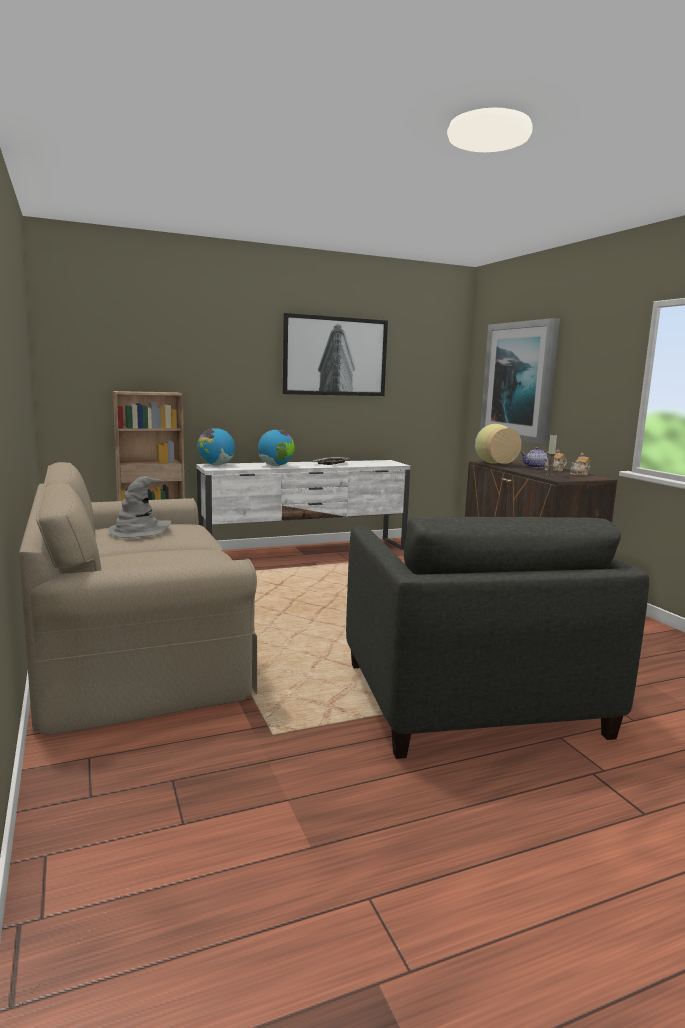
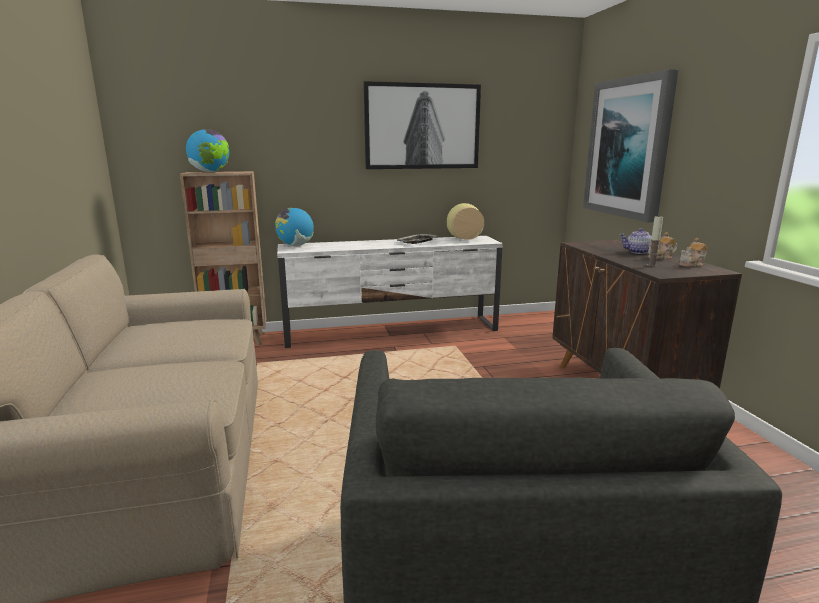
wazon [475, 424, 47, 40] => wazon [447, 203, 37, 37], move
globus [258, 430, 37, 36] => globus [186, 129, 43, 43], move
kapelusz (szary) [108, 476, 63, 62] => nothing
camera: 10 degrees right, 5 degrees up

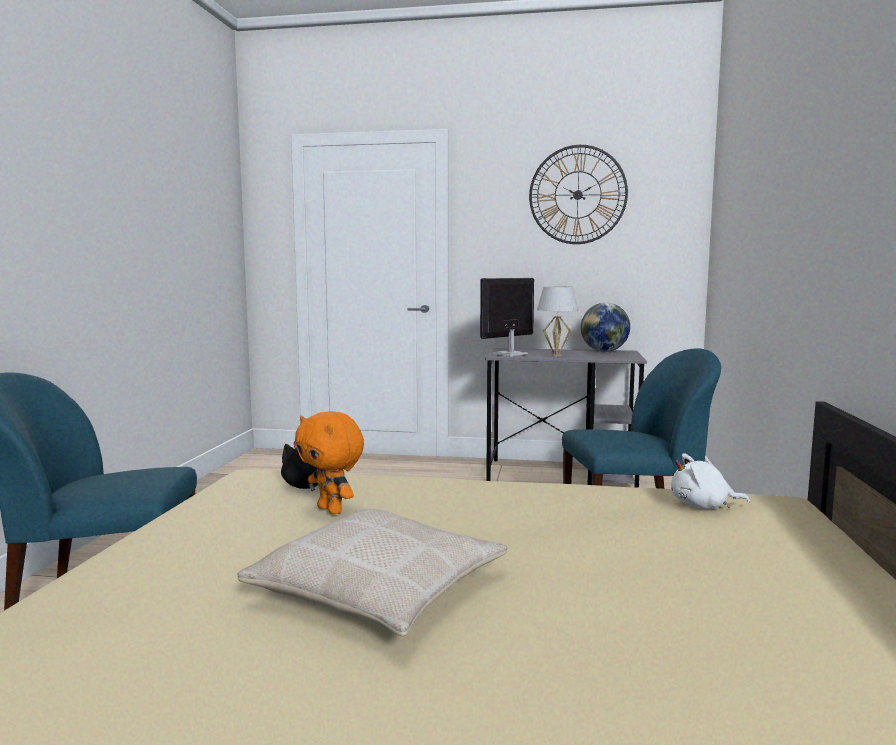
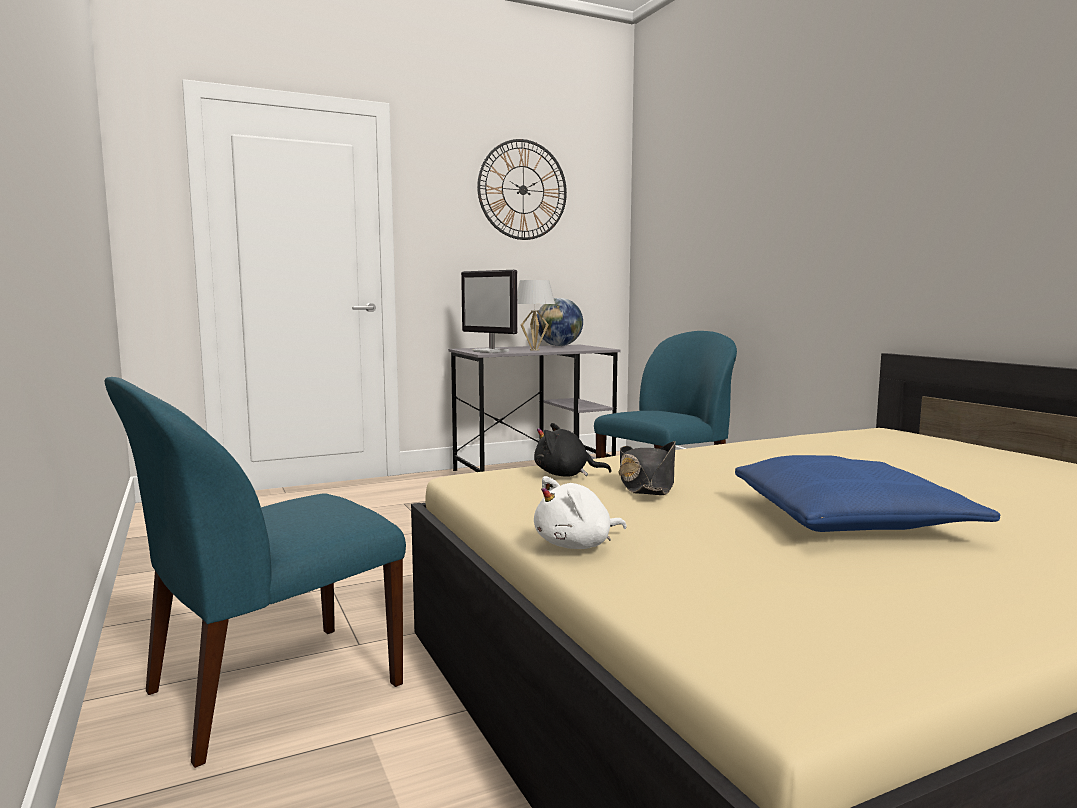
monitor [480, 278, 54, 79] => monitor [461, 270, 57, 83], 60 degrees counterclockwise
pluszak (pomarańczowy) [295, 411, 69, 104] => kapelusz (czarny) [618, 441, 58, 54]
pluszak (biały) [671, 453, 79, 56] => pluszak (biały) [534, 476, 92, 73], move
poduszka (beżowy) [238, 509, 269, 127] => poduszka (niebieski) [735, 455, 265, 77]
camera: 35 degrees left, 0 degrees up

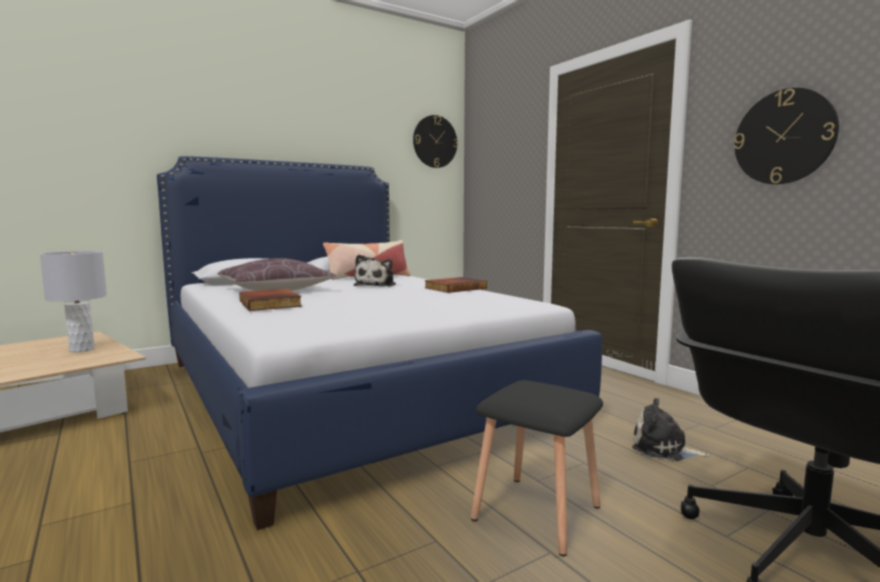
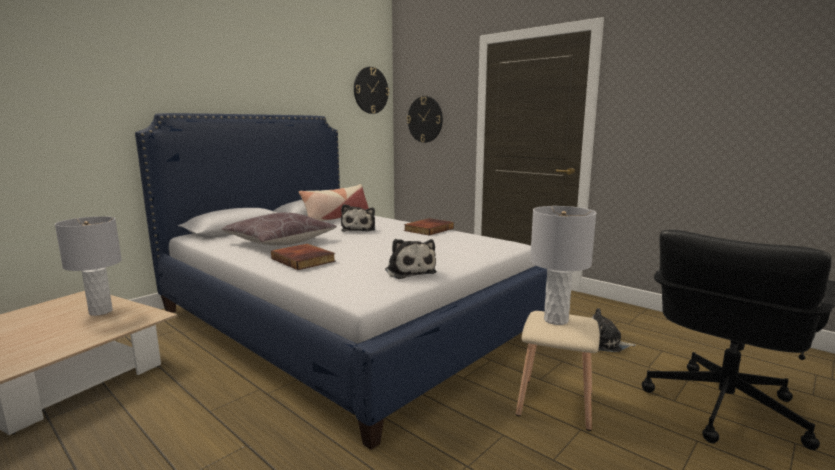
zegar ścienny [734, 88, 105, 96] => zegar ścienny [407, 96, 36, 47], move
stołek (czarny) [471, 380, 132, 176] => stołek (beżowy) [516, 311, 84, 120]
nothing => lampa stołowa (szary) [530, 206, 66, 119]
nothing => pluszak [385, 239, 52, 40]
camera: 15 degrees left, 5 degrees up

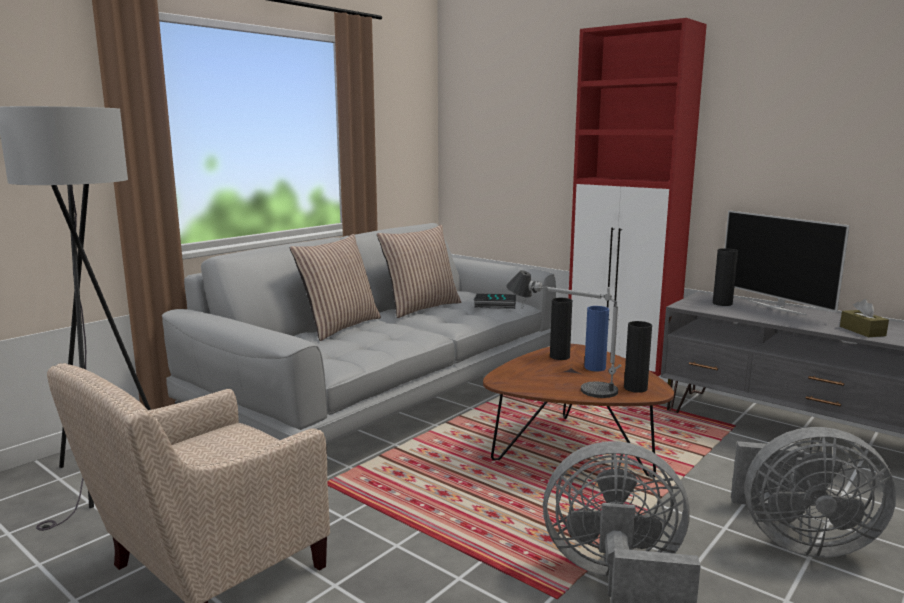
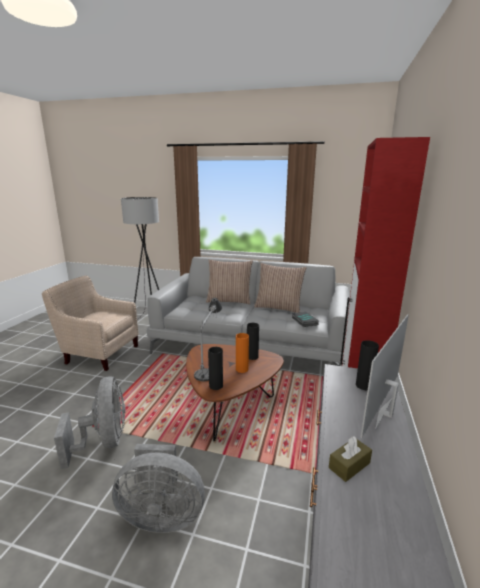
wazon (niebieski) [584, 306, 25, 65] => wazon (pomarańczowy) [236, 333, 13, 40]
wentylator (szary) [731, 427, 165, 131] => wentylator (szary) [112, 444, 93, 89], 75 degrees counterclockwise
camera: 65 degrees right, 5 degrees up

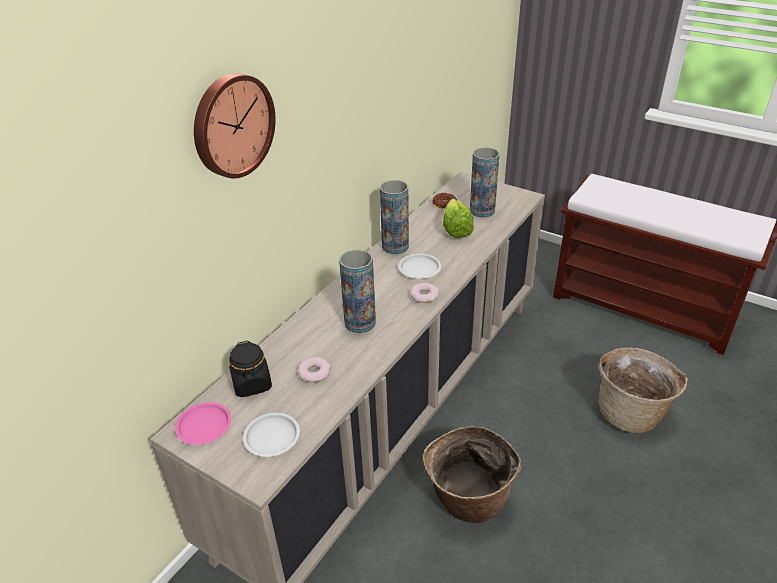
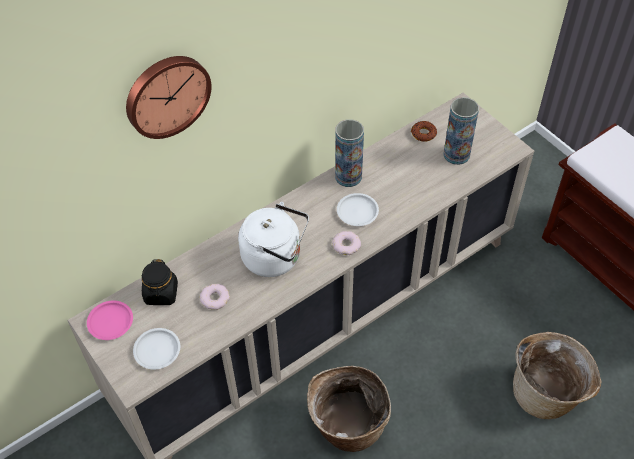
sałata [443, 199, 31, 39] => nothing
wazon [339, 250, 37, 83] => czajnik (biały) [238, 202, 71, 75]
camera: 20 degrees right, 15 degrees up

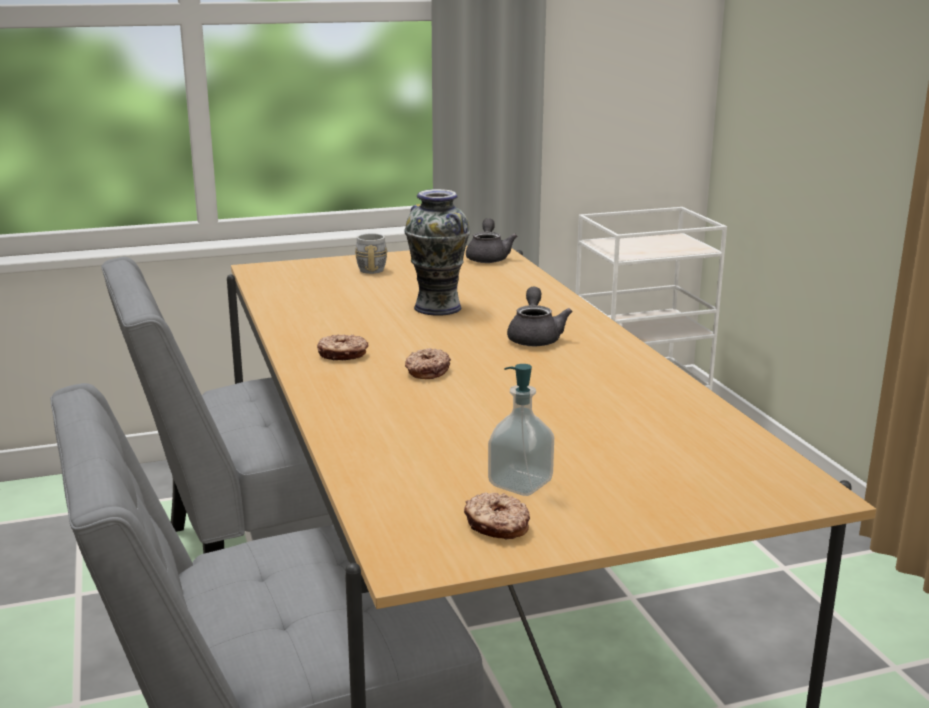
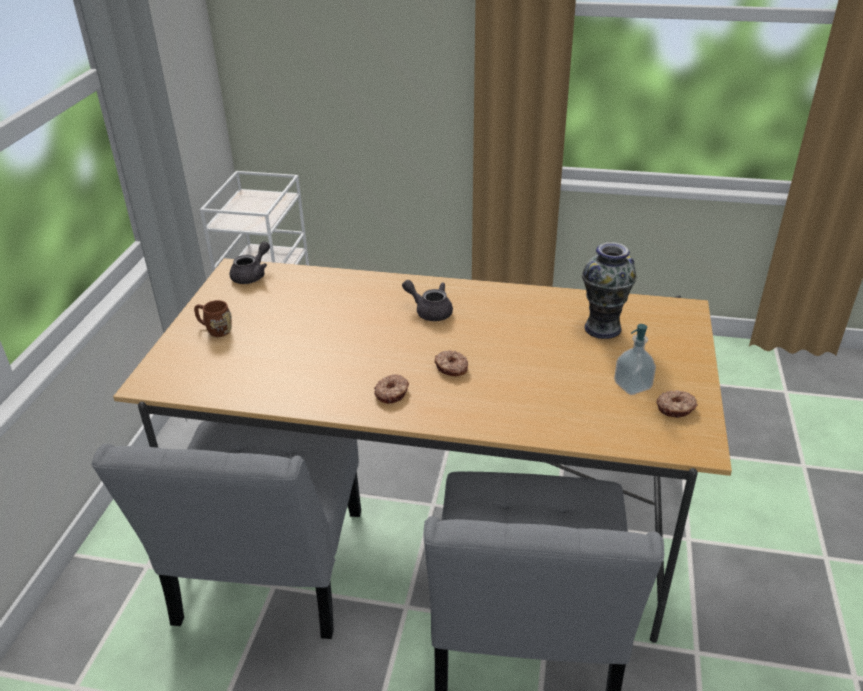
wazon [404, 189, 66, 127] => wazon [582, 242, 54, 97], move
imbryk (szary) [466, 218, 51, 45] => imbryk (szary) [230, 241, 40, 43], 90 degrees clockwise
kubek (szary) [355, 233, 32, 41] => kubek (brązowy) [194, 300, 38, 37]
camera: 60 degrees left, 15 degrees up

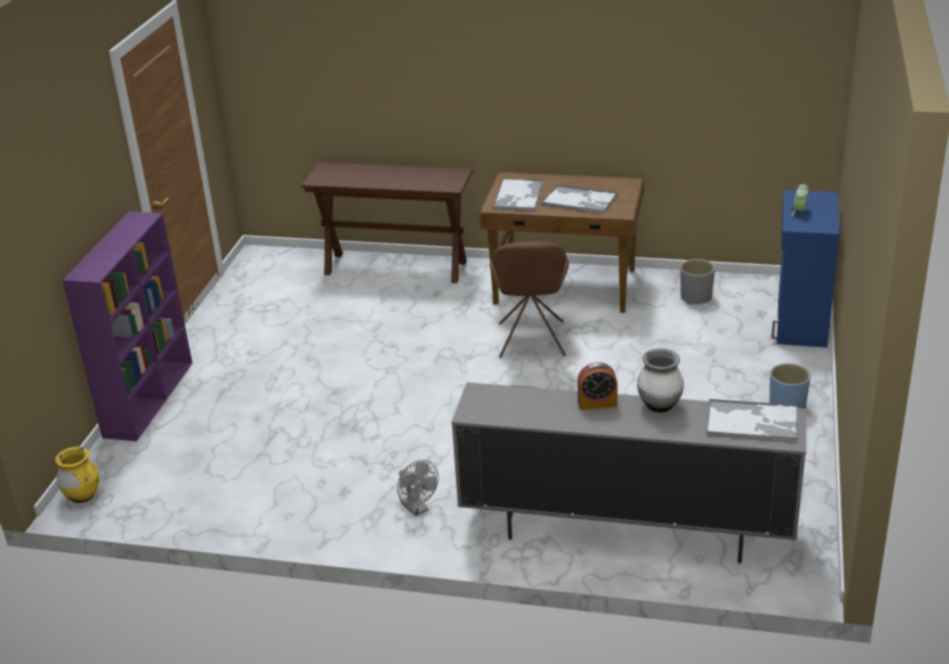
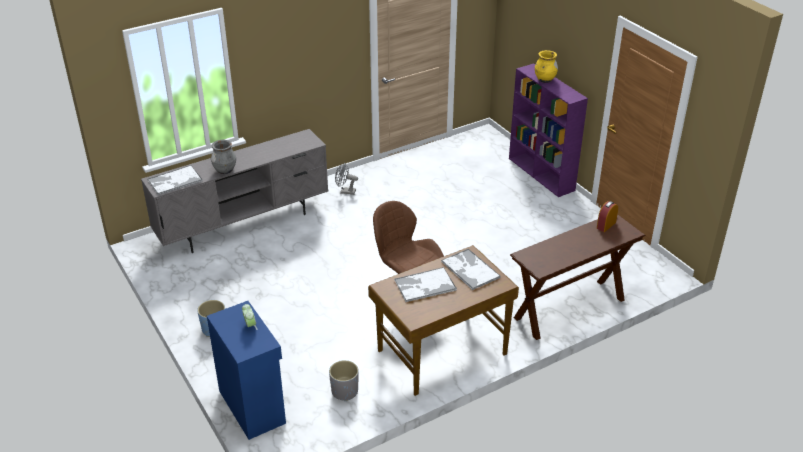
budzik [578, 362, 40, 48] => budzik [597, 201, 21, 31], move
wazon (żółty) [55, 447, 44, 56] => wazon (żółty) [535, 50, 23, 33], move
camera: 135 degrees right, 5 degrees up

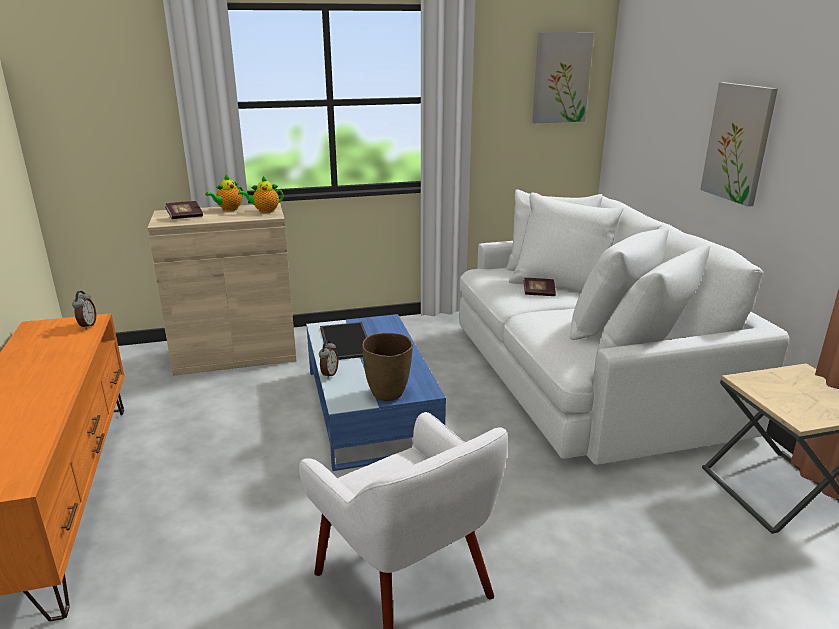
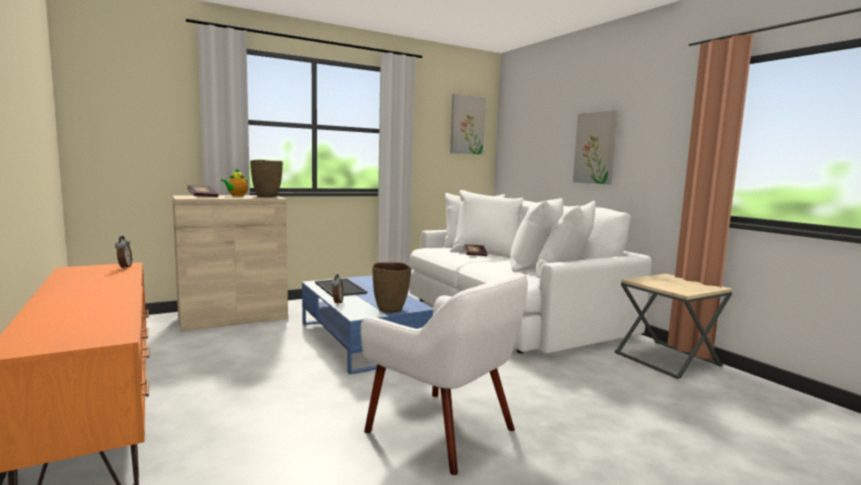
imbryk [238, 176, 46, 37] => wazon (brązowy) [250, 160, 33, 37]
camera: 15 degrees left, 15 degrees down

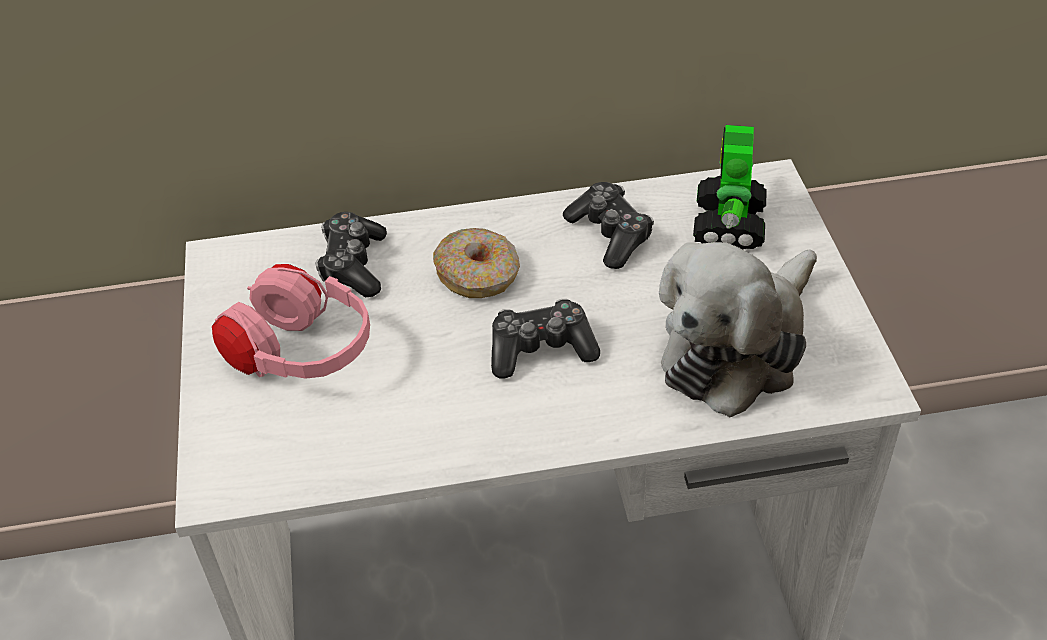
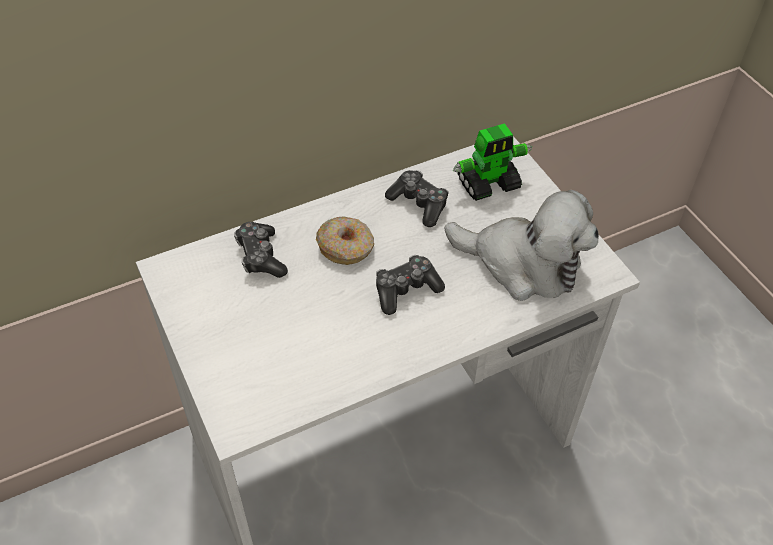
robot zabawkowy [693, 125, 74, 125] => robot zabawkowy [453, 123, 79, 78], 105 degrees counterclockwise
pluszak [659, 242, 158, 175] => pluszak [445, 190, 154, 111], 90 degrees counterclockwise
słuchawki (różowy) [212, 264, 158, 115] => nothing
camera: 20 degrees left, 5 degrees up

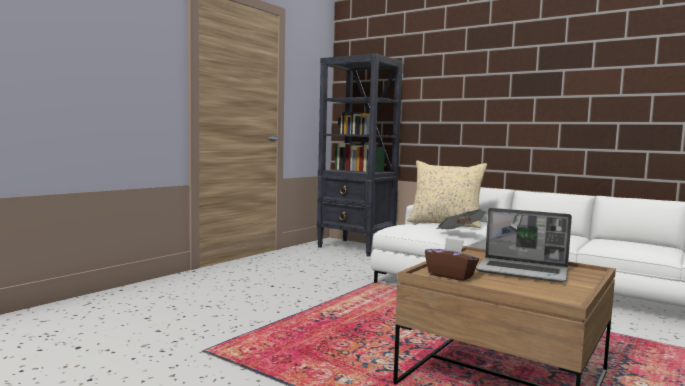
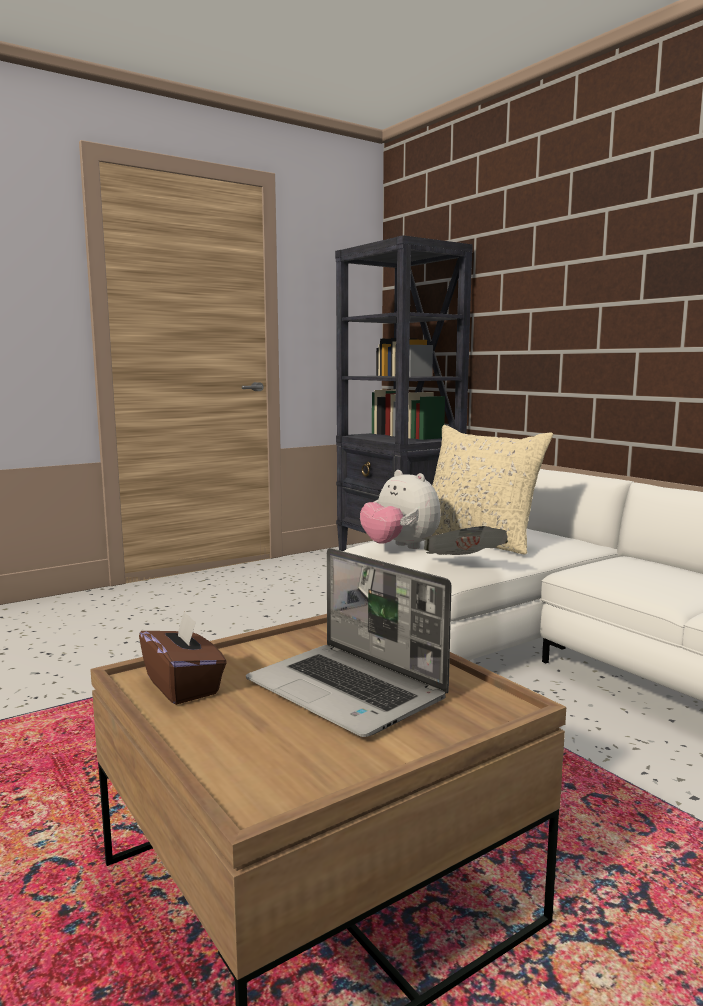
nothing => pluszak [360, 470, 81, 79]
camera: 20 degrees right, 5 degrees up

